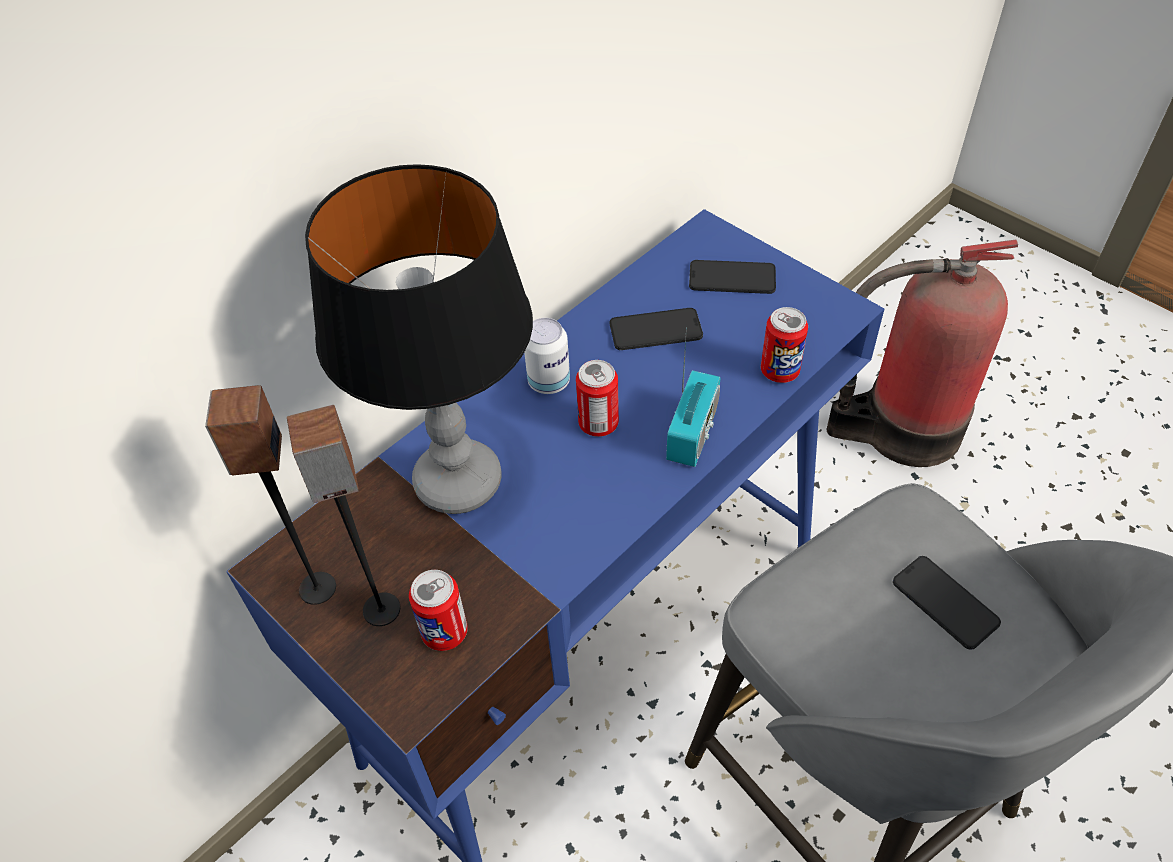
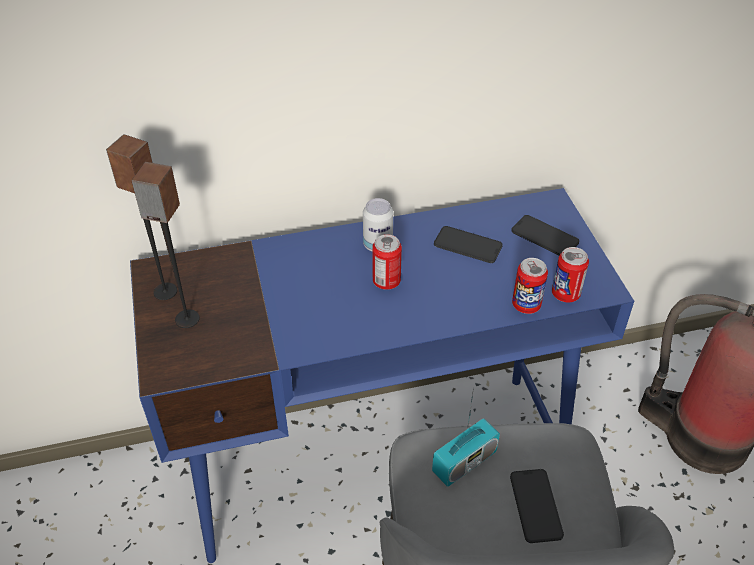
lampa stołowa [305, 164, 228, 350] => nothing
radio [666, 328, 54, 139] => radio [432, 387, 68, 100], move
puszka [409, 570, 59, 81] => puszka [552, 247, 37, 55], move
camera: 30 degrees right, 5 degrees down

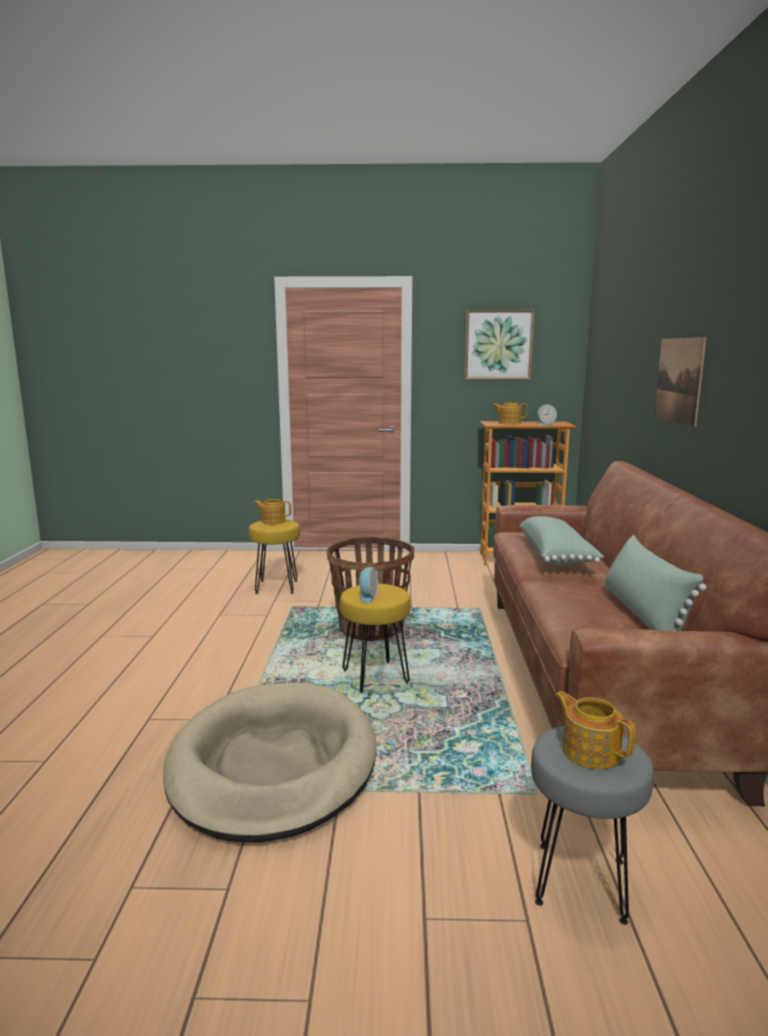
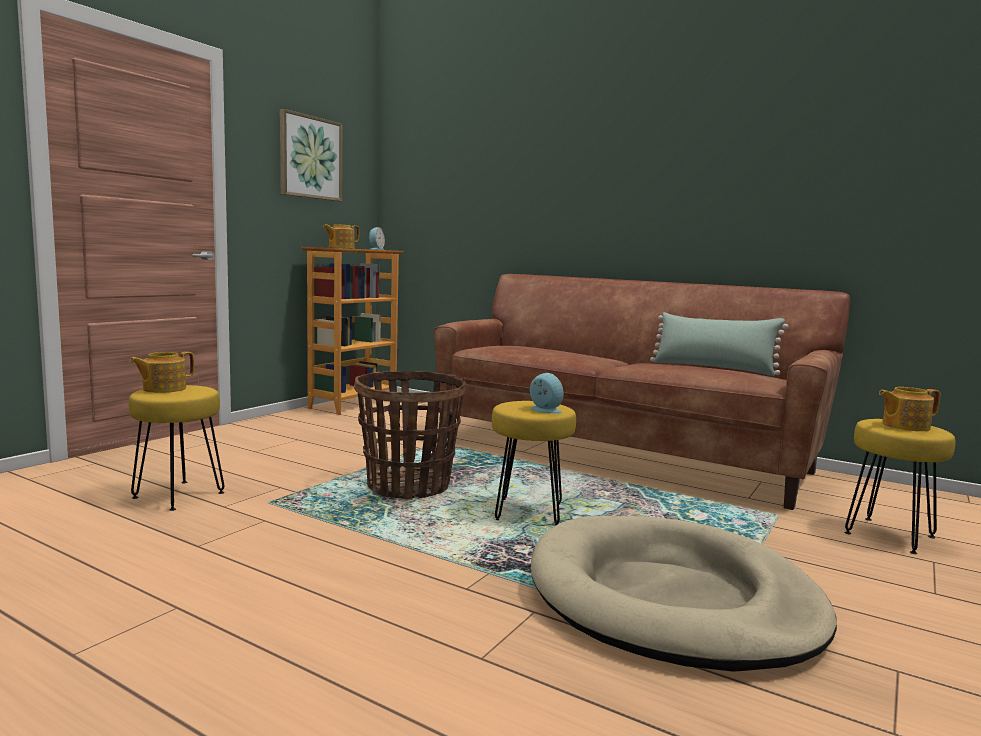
obraz [654, 337, 53, 90] => nothing
poduszka (zielony) [520, 516, 84, 49] => nothing
stołek (szary) [531, 726, 123, 199] => stołek (żółty) [844, 419, 112, 135]
camera: 60 degrees left, 5 degrees down

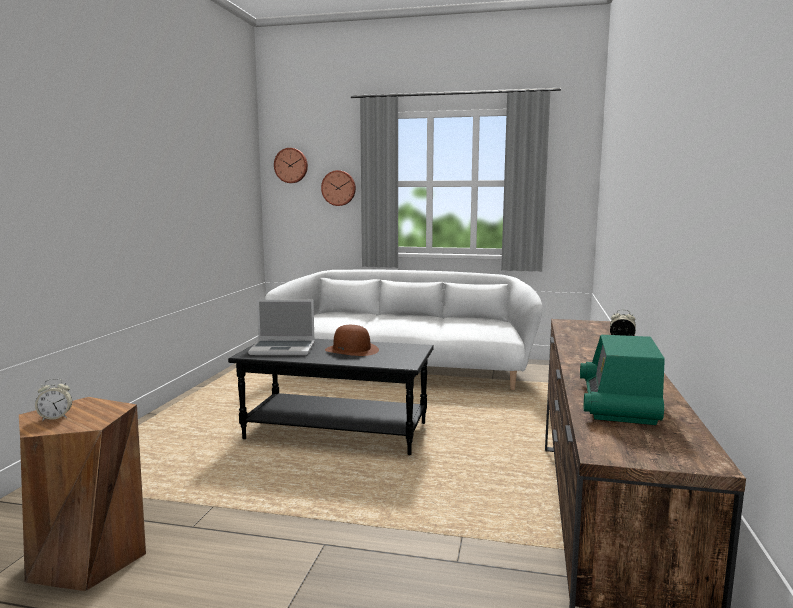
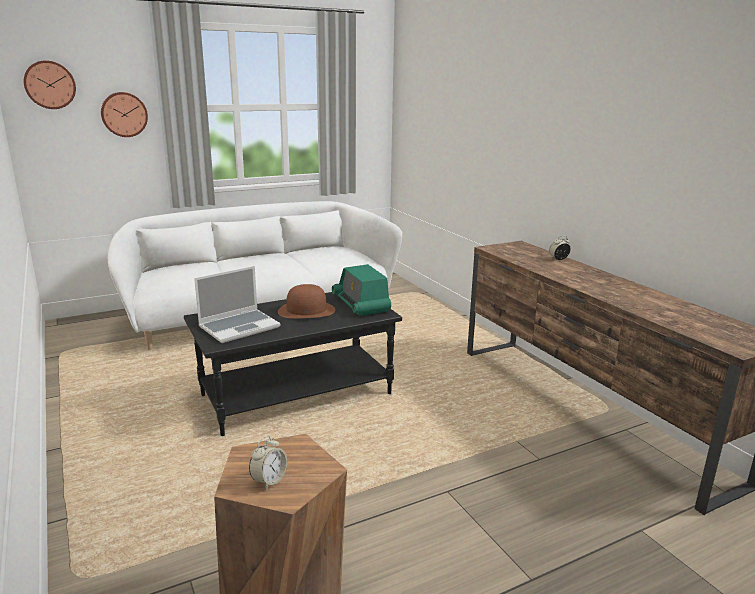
radio [580, 335, 85, 90] => radio [332, 264, 59, 52], move
camera: 40 degrees left, 10 degrees up

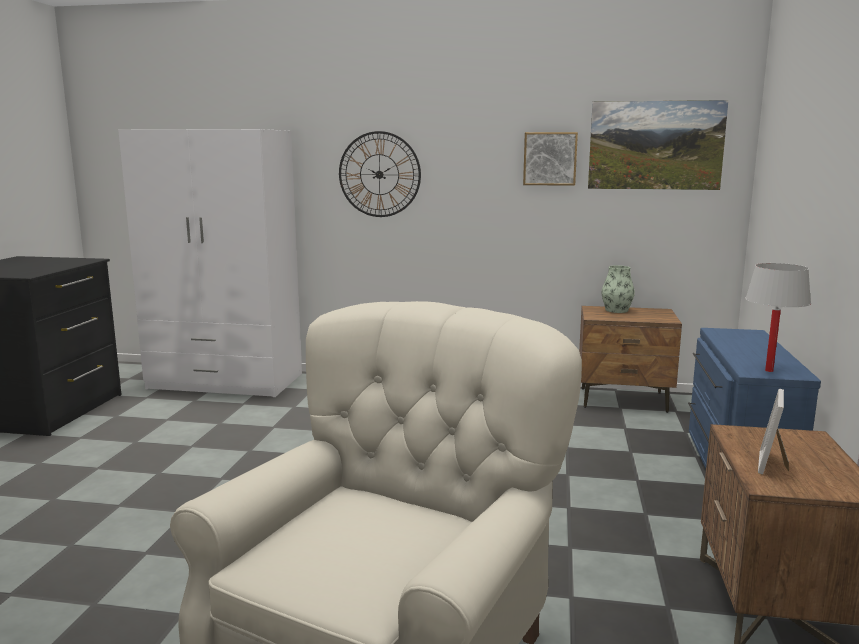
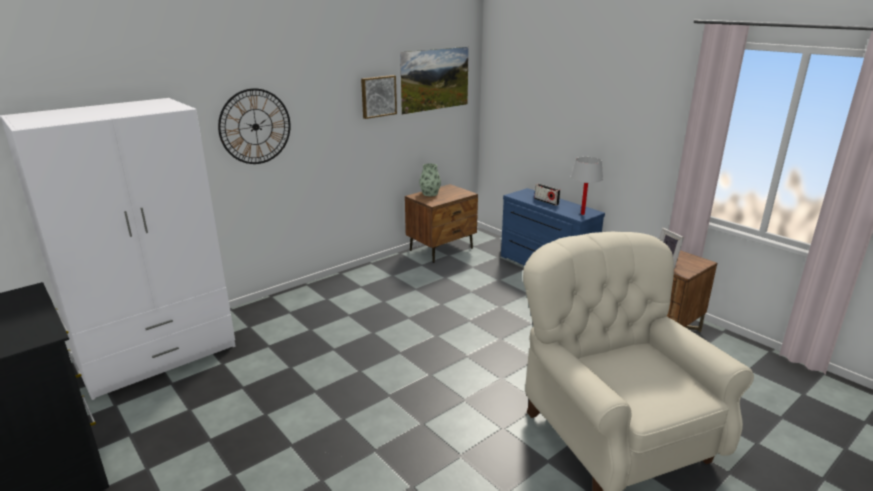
nothing => radio [534, 183, 26, 23]
camera: 50 degrees left, 10 degrees up

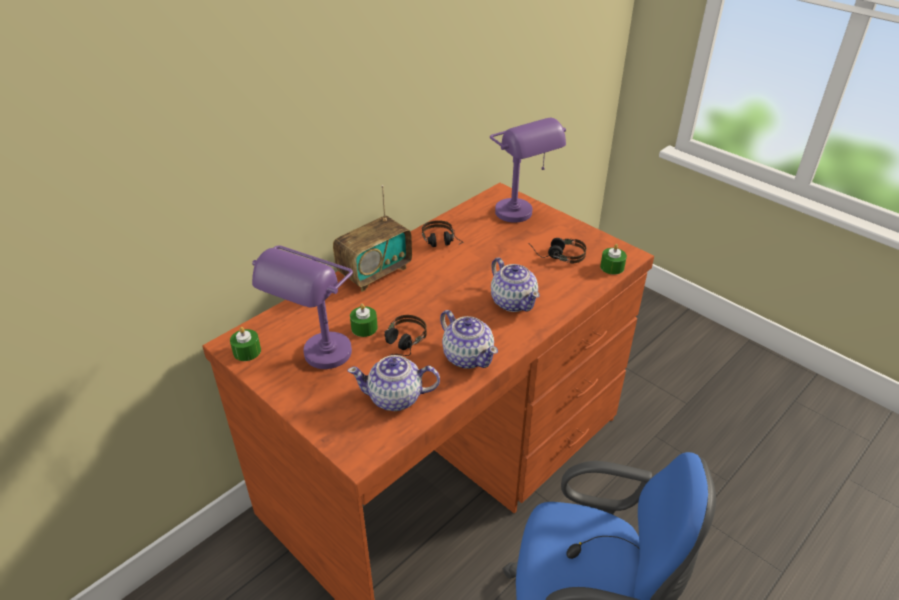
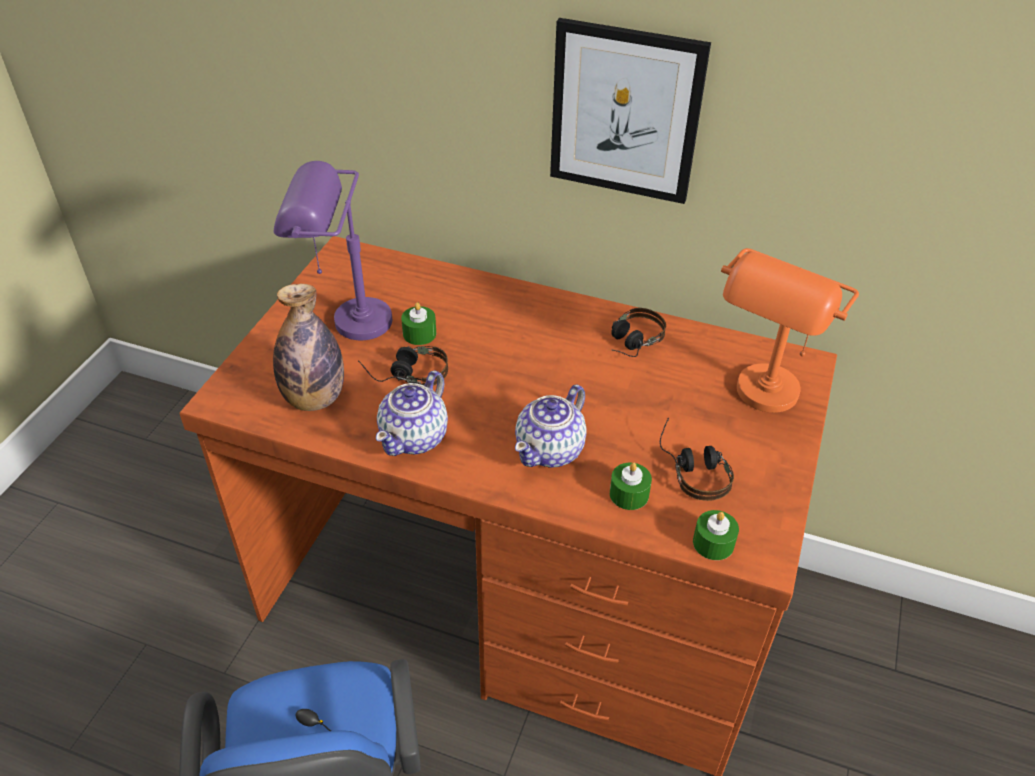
lampa stołowa (fioletowy) [490, 118, 76, 105] => lampa stołowa (pomarańczowy) [721, 248, 138, 165]
radio [333, 185, 79, 107] => nothing
świeca (zielony) [230, 327, 31, 34] => świeca (zielony) [610, 462, 42, 48], move
imbryk [347, 355, 93, 56] => butelka [273, 283, 71, 128]
nothing => obraz [550, 18, 161, 186]
camera: 65 degrees right, 5 degrees up

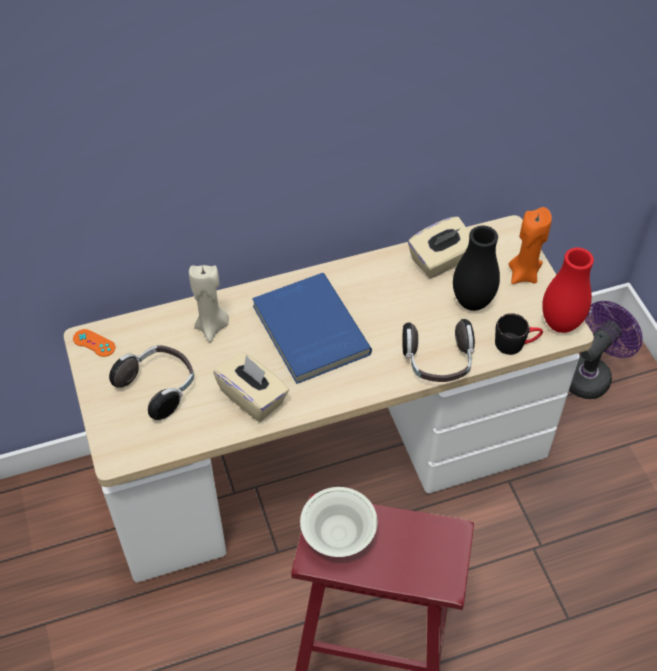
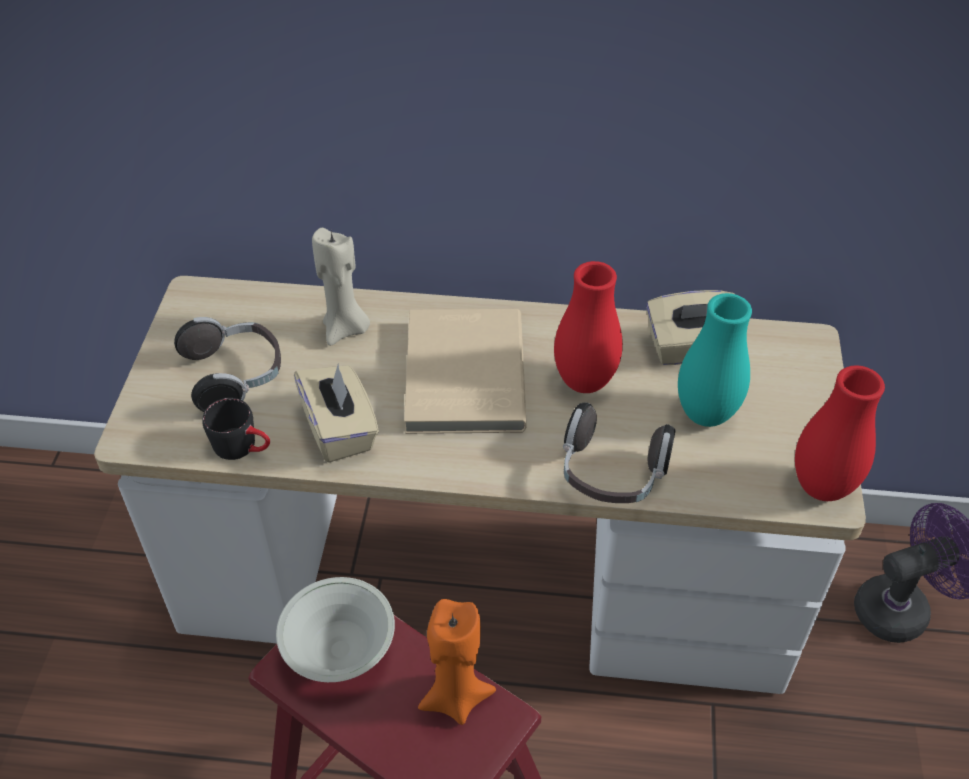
świeca (pomarańczowy) [508, 207, 44, 77] => świeca (pomarańczowy) [418, 599, 78, 126], move
wazon (czarny) [453, 225, 47, 86] => wazon (turkusowy) [678, 293, 74, 134]
książka (niebieski) [252, 273, 120, 111] => książka (beżowy) [404, 309, 123, 125]
kubek (czarny) [495, 313, 48, 42] => kubek (czarny) [202, 398, 68, 62], move
pad do gier (pomarańczowy) [73, 329, 42, 28] => nothing
nothing => wazon (czerwony) [554, 261, 69, 132]
camera: 25 degrees right, 5 degrees down

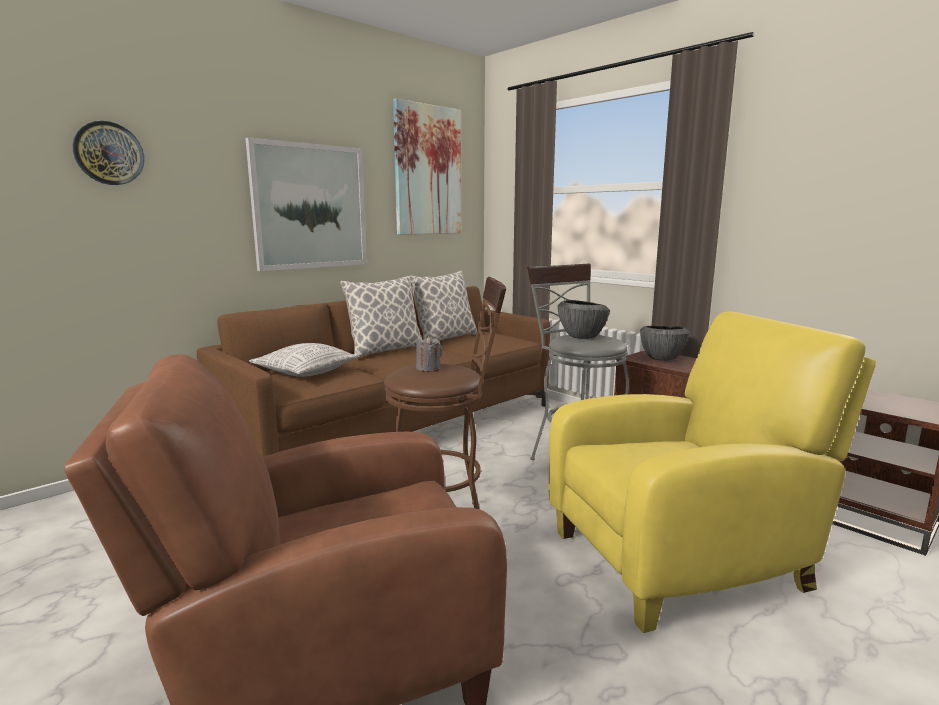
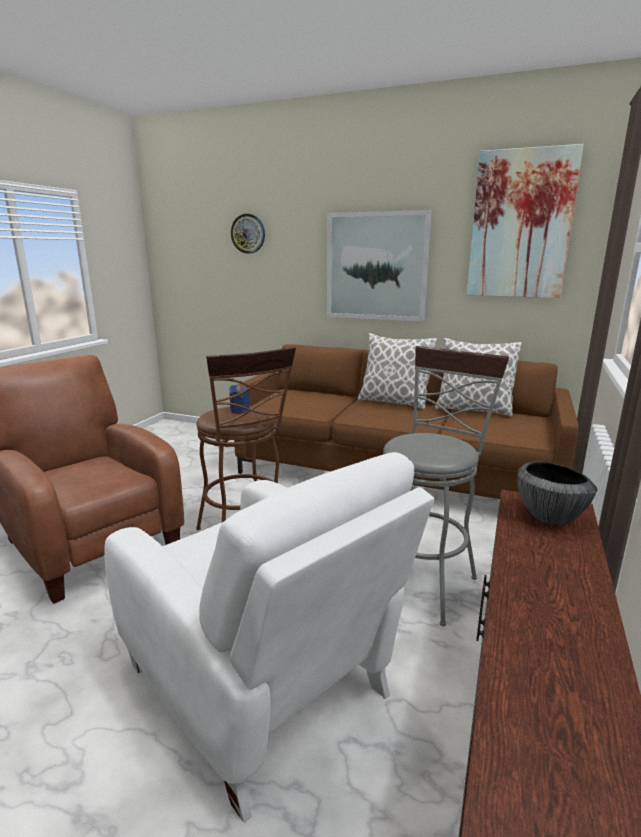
miska [558, 300, 52, 39] => nothing
fotel (żółty) [548, 311, 328, 322] => fotel (biały) [104, 452, 330, 370]
świeca (szary) [416, 336, 26, 36] => świeca (niebieski) [229, 385, 21, 29]
poduszka [249, 343, 111, 34] => nothing
camera: 65 degrees right, 5 degrees up

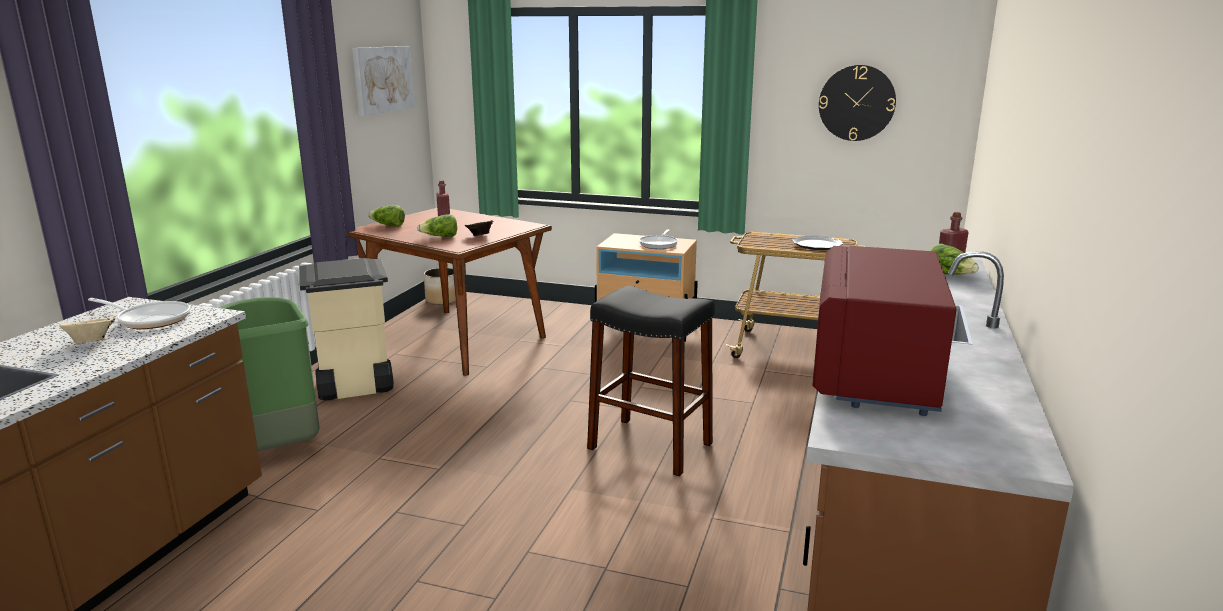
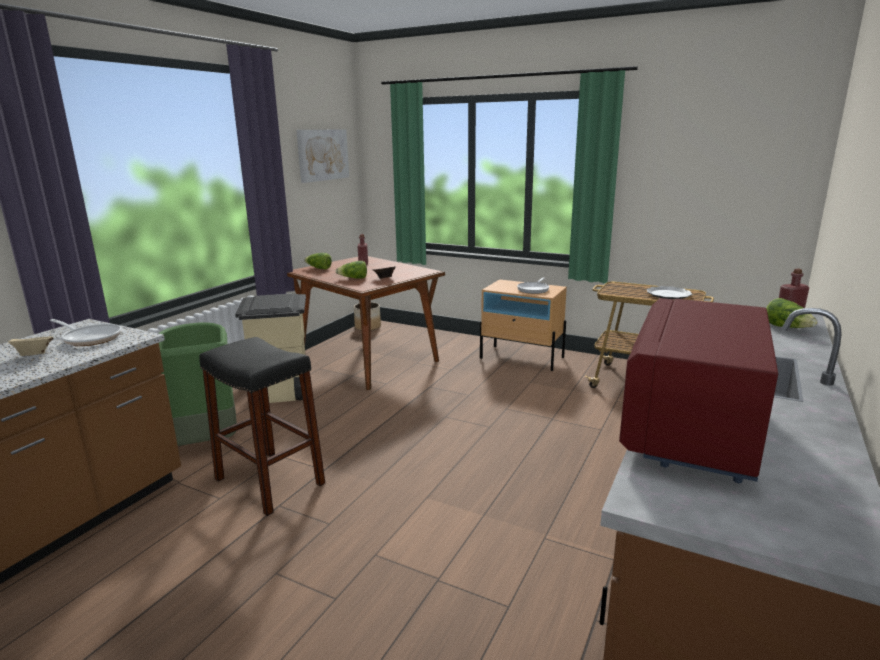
zegar ścienny [819, 65, 77, 76] => nothing
stołek (czarny) [587, 286, 128, 190] => stołek (czarny) [199, 337, 126, 179], move
camera: 10 degrees right, 0 degrees up

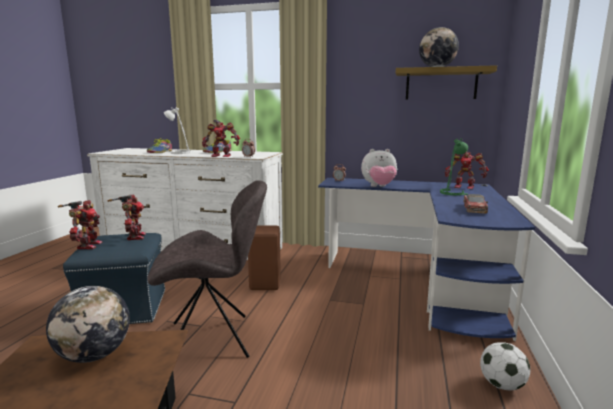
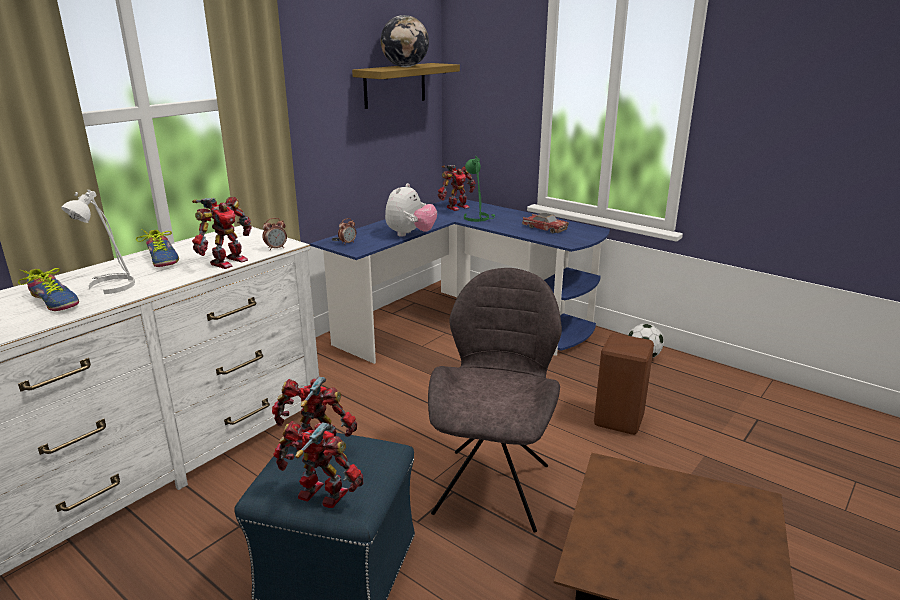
stołek (brązowy) [248, 226, 33, 64] => stołek (brązowy) [594, 333, 60, 102], move
globus [46, 286, 84, 77] => nothing
camera: 65 degrees left, 10 degrees up

